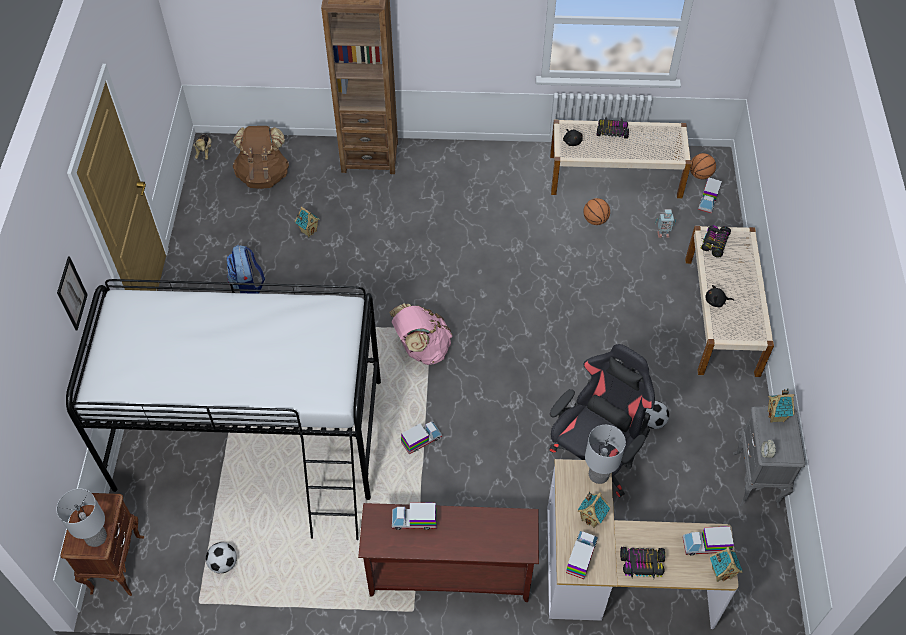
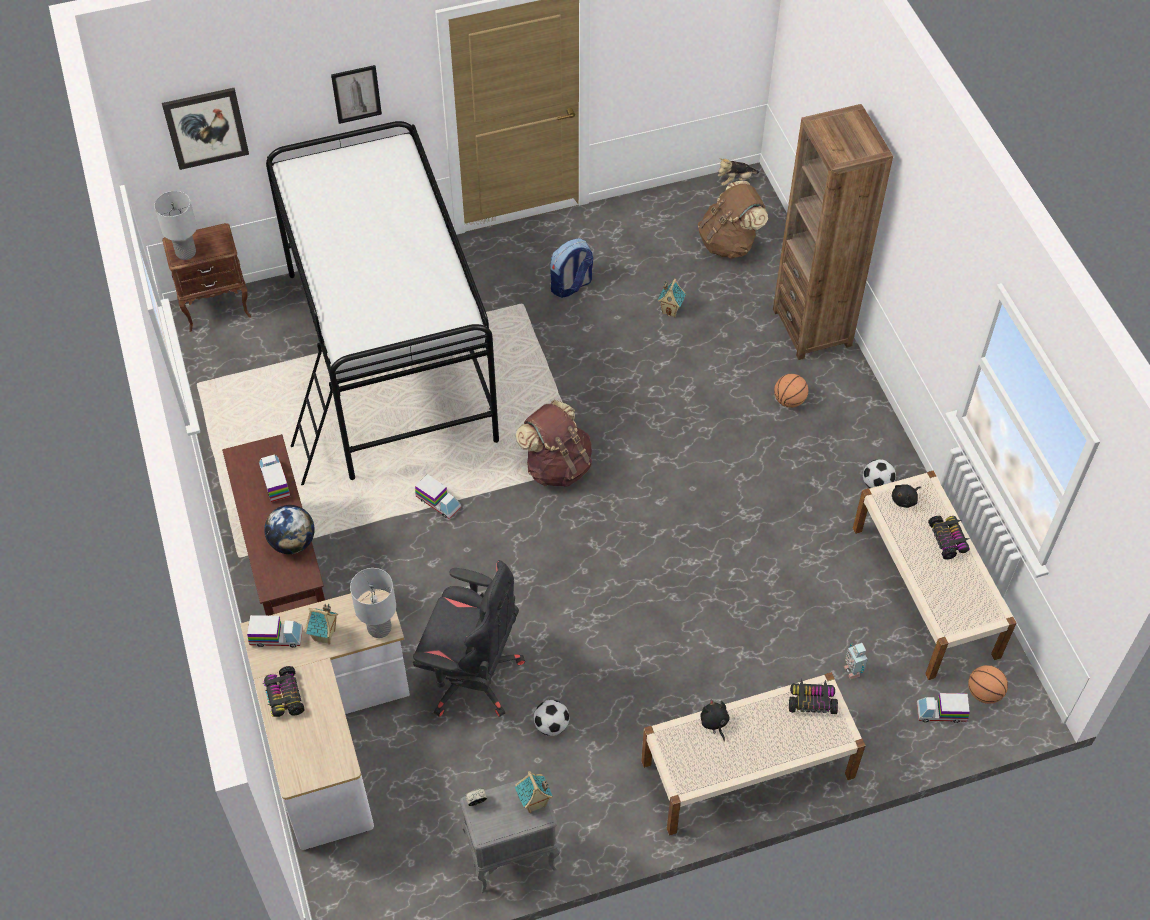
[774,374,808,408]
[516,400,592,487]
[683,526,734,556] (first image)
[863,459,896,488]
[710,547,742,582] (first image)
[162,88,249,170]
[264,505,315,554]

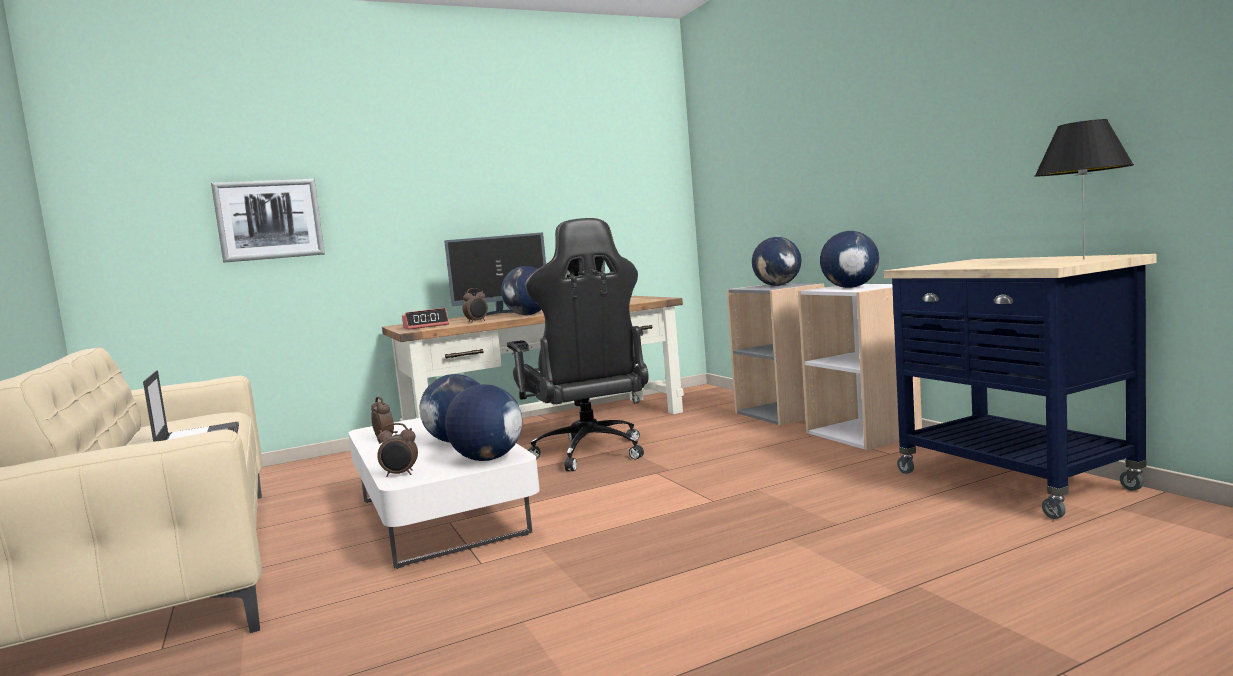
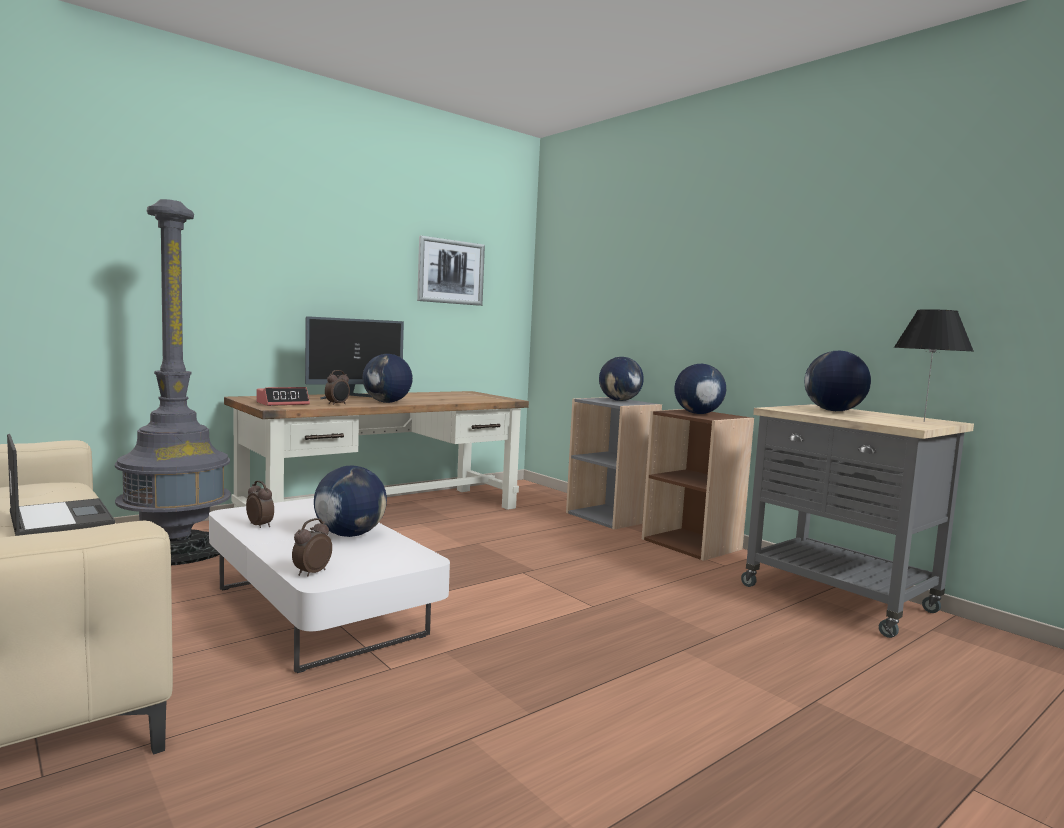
[417,236,485,306]
[507,218,649,471] (first image)
[741,404,974,638]
[642,409,754,561]
[804,351,871,411]
[292,518,332,576]
[115,199,231,565]

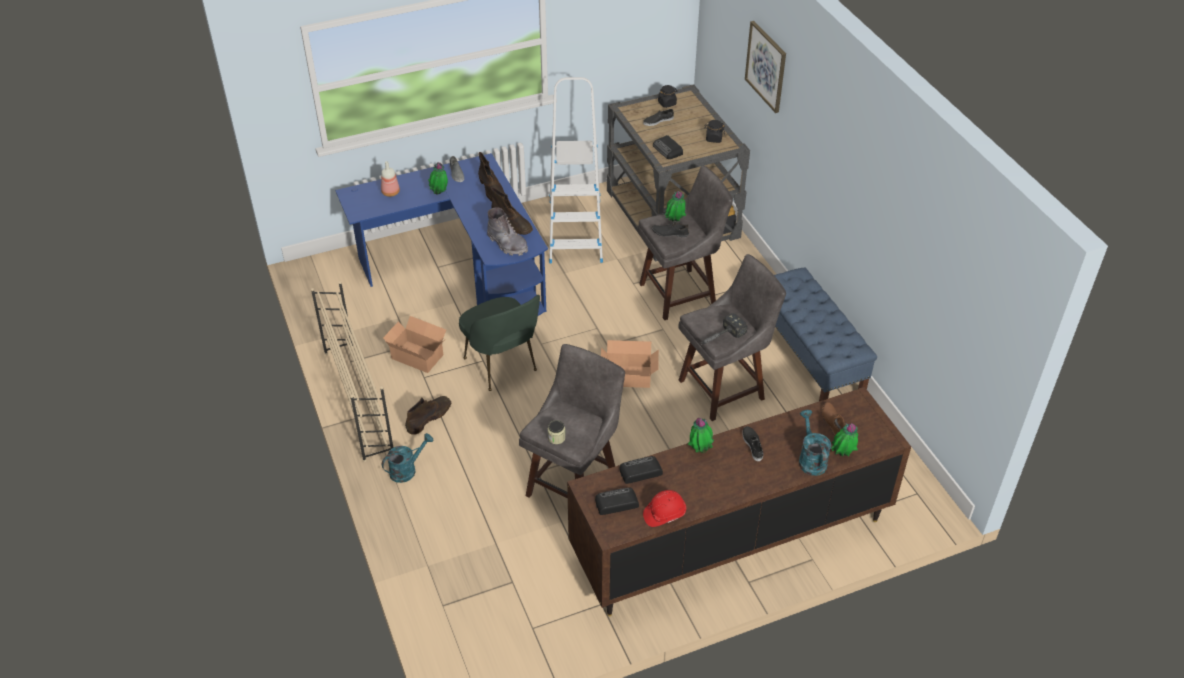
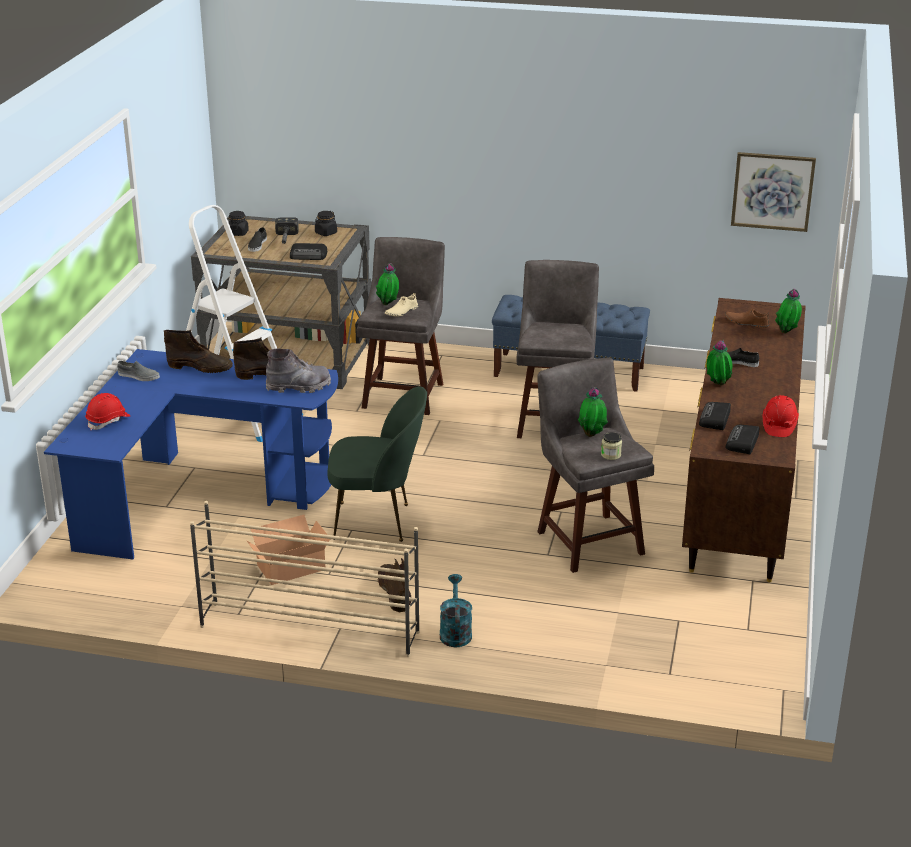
[731,152,816,232]
[85,393,130,431]
[578,387,608,437]
[384,293,418,317]
[275,217,299,244]
[601,340,659,388] (first image)
[799,410,831,476] (first image)

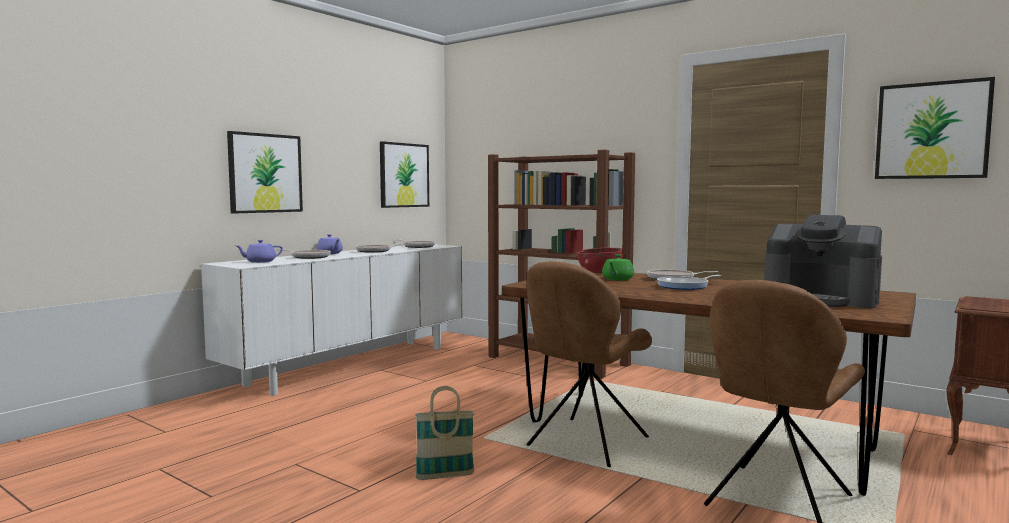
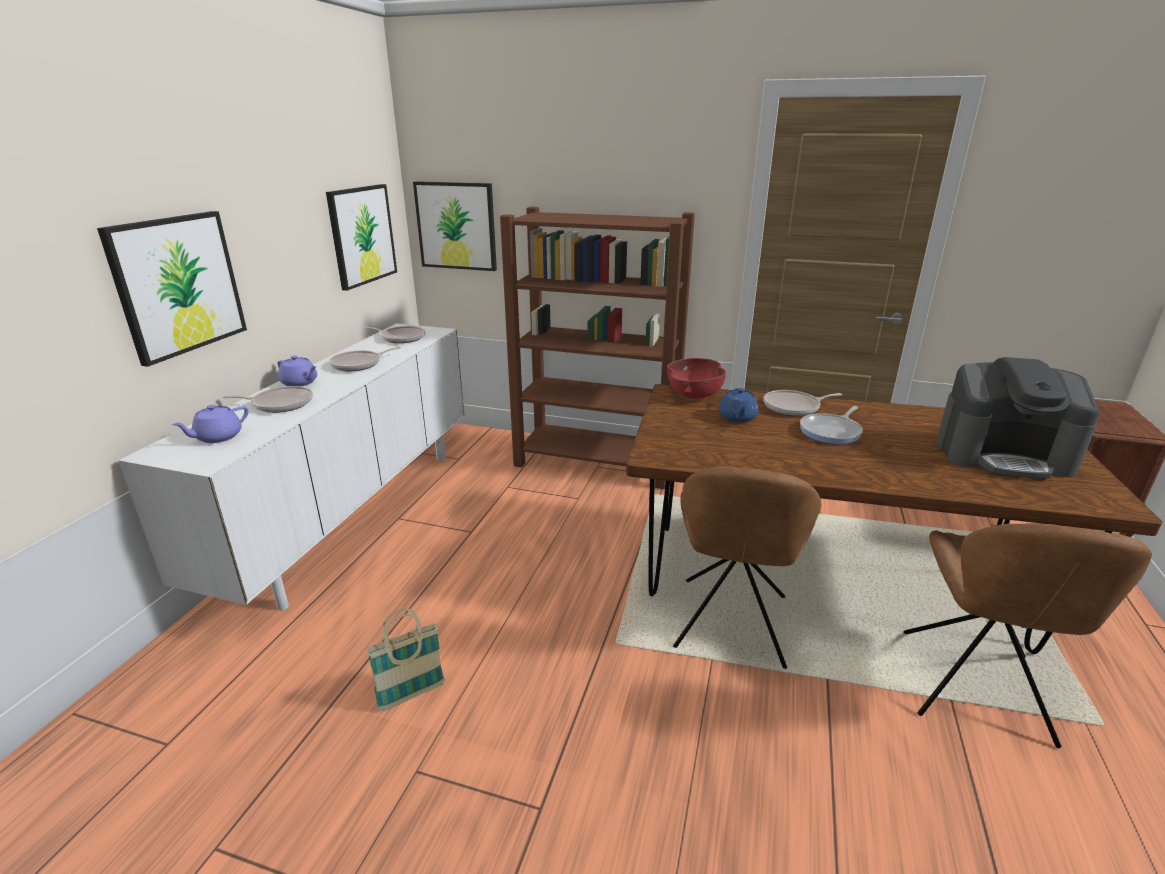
[413,181,497,271]
[719,388,759,423]
[367,609,445,711]

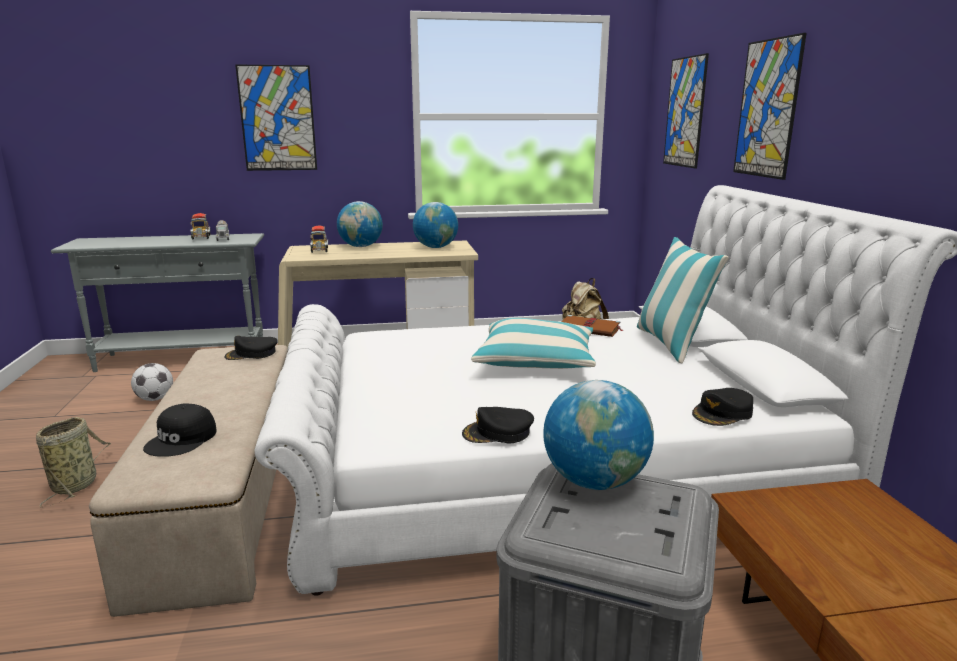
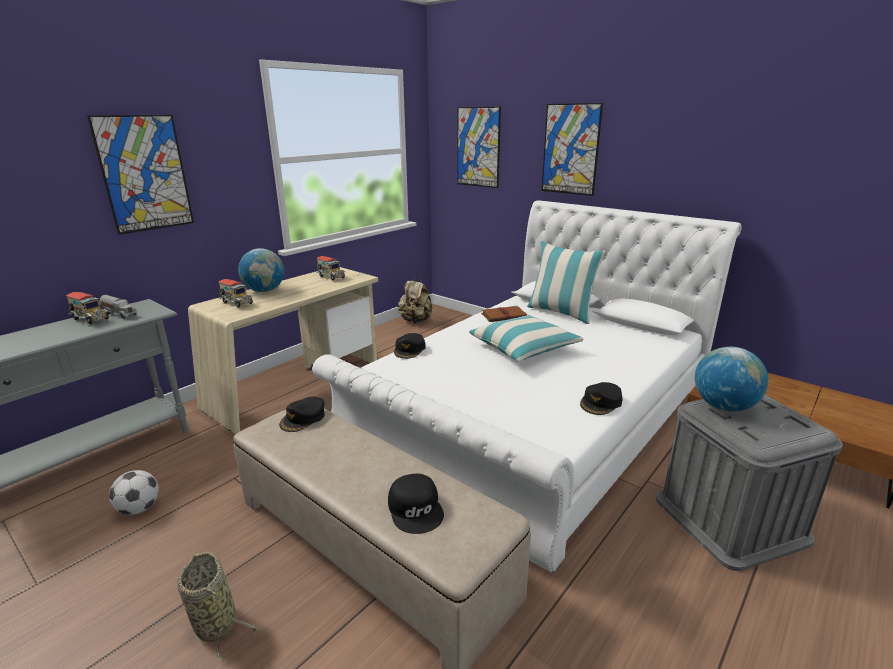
[316,256,345,281]
[394,333,426,359]

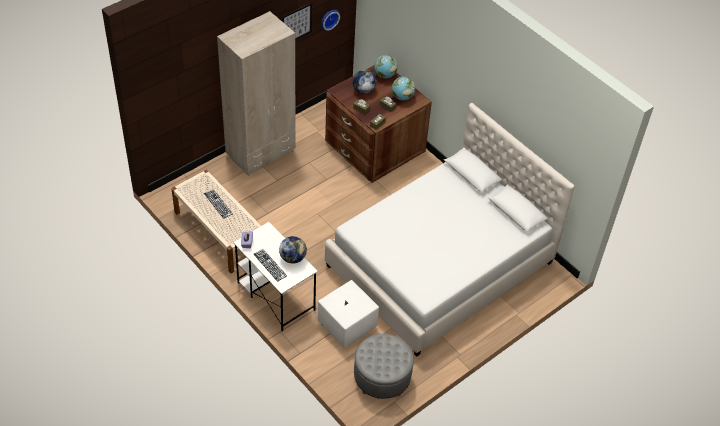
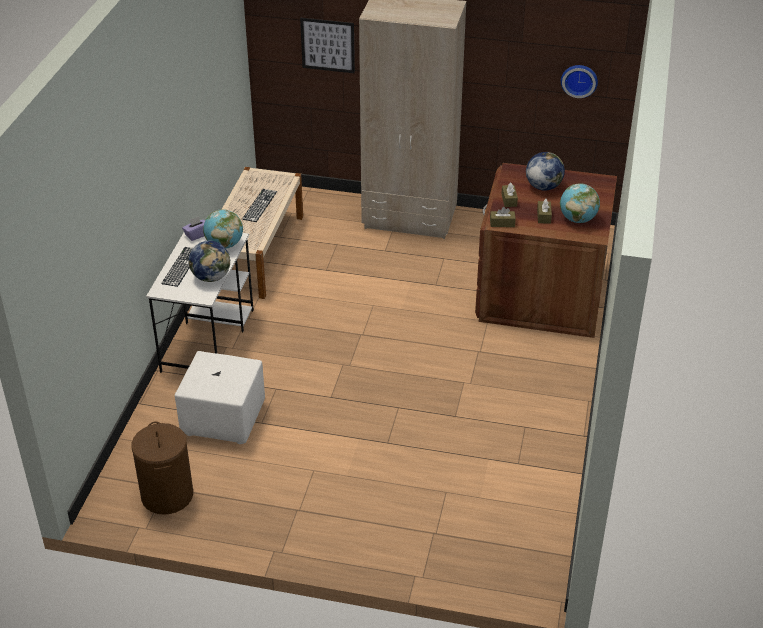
[300,18,355,73]
[203,209,243,249]
[325,103,575,356] (first image)
[131,422,193,515]

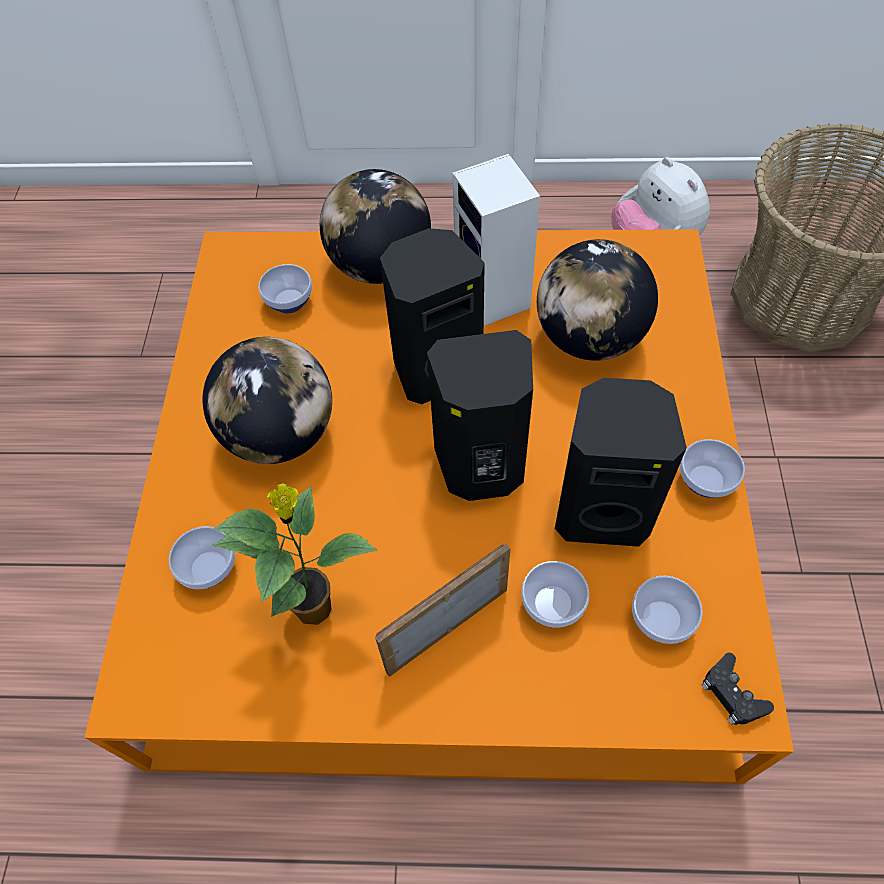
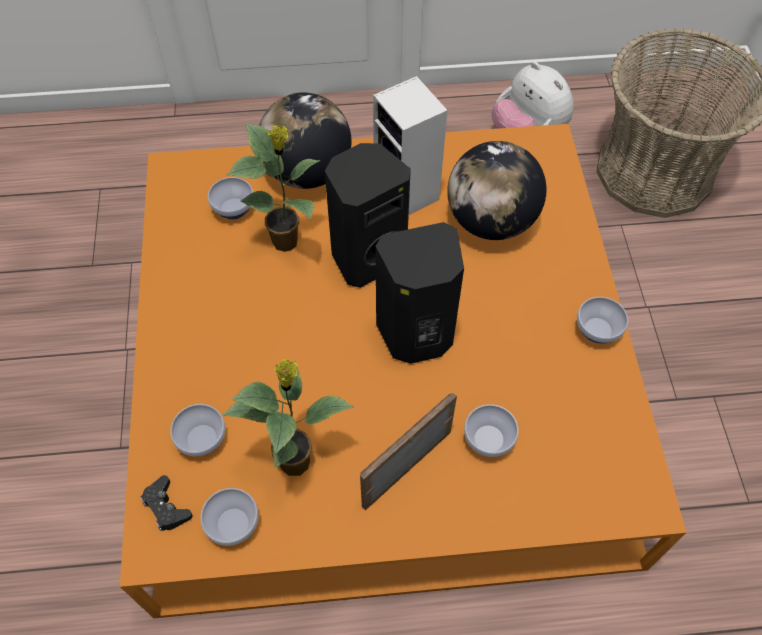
[203,337,332,464] (first image)
[555,378,687,547] (first image)
[200,488,259,546]
[141,475,192,531]
[227,122,321,252]

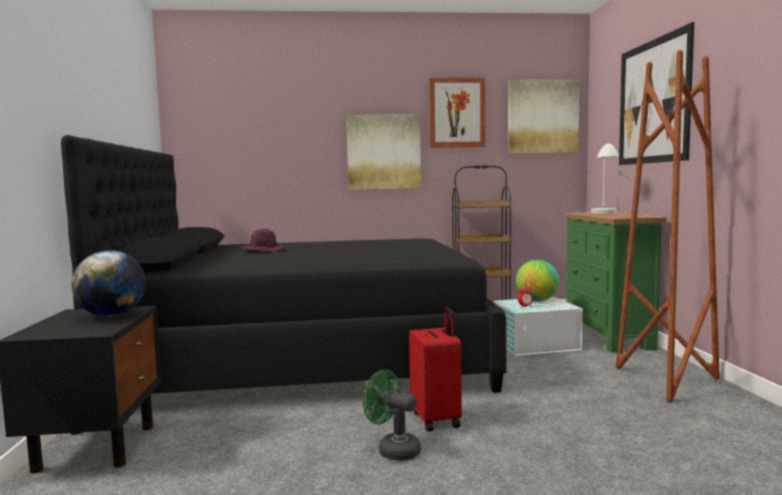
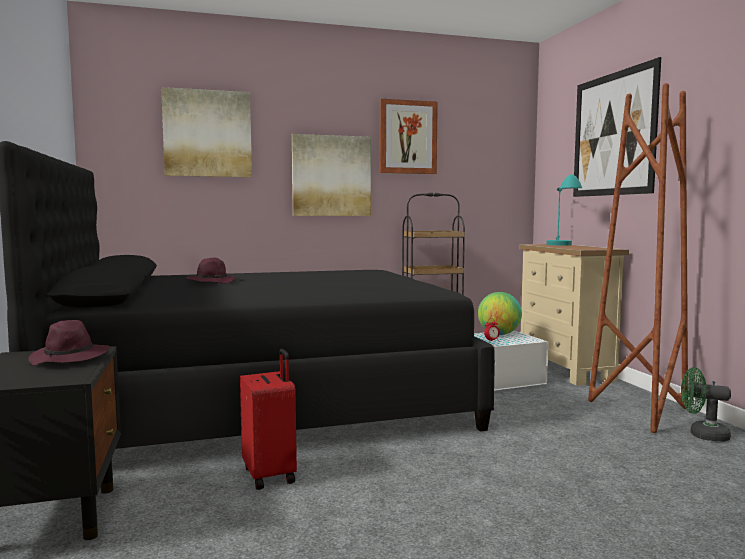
[161,87,252,177]
[547,174,582,245]
[519,244,629,386]
[28,320,110,365]
[240,349,297,490]
[681,367,731,442]

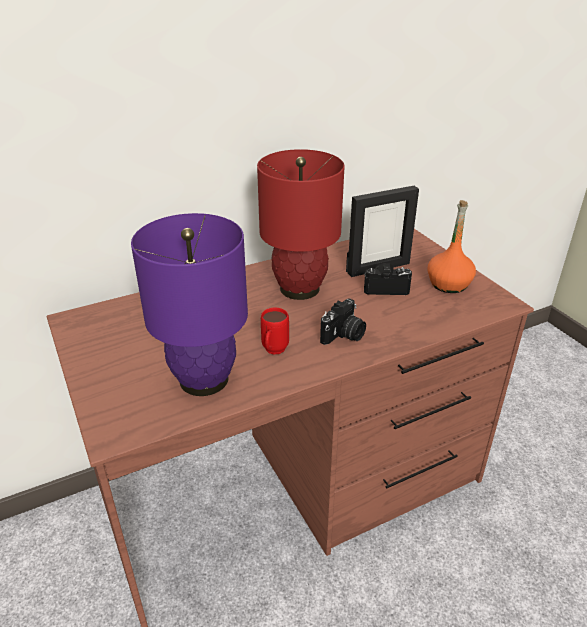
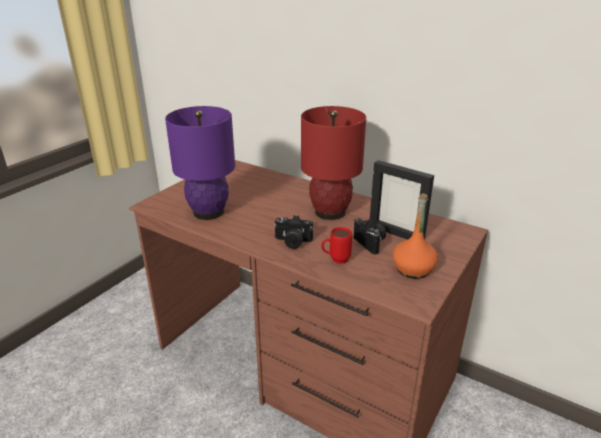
[321,227,352,264]

